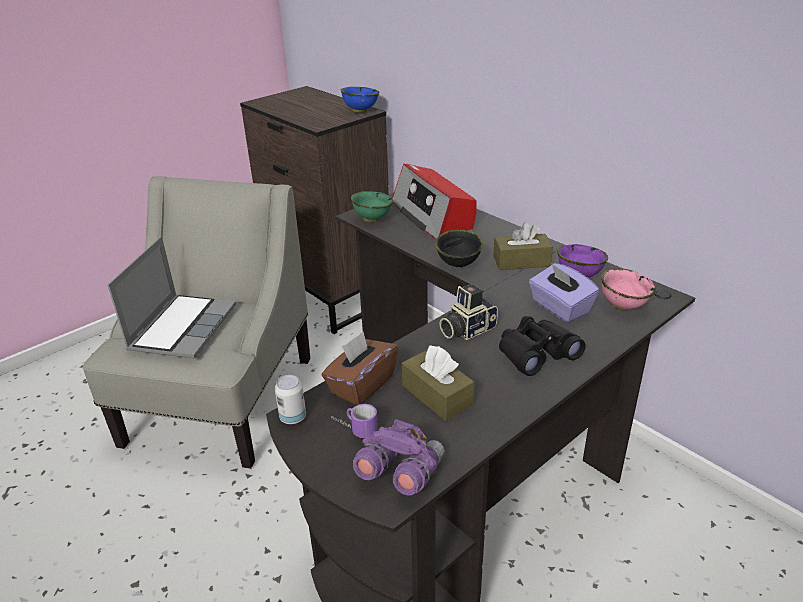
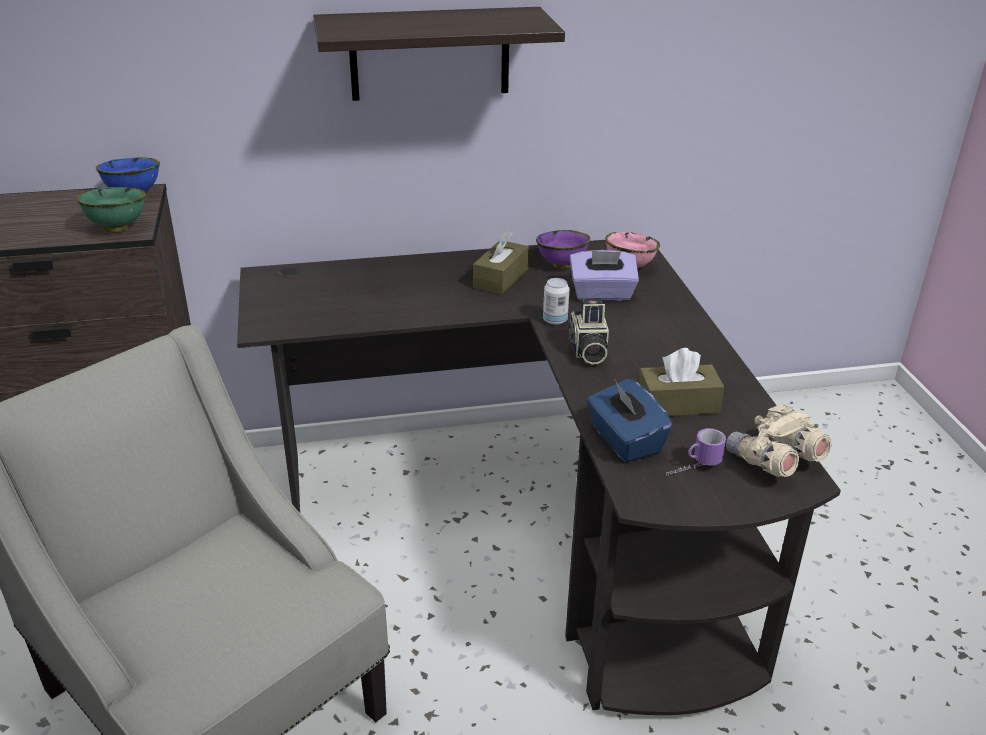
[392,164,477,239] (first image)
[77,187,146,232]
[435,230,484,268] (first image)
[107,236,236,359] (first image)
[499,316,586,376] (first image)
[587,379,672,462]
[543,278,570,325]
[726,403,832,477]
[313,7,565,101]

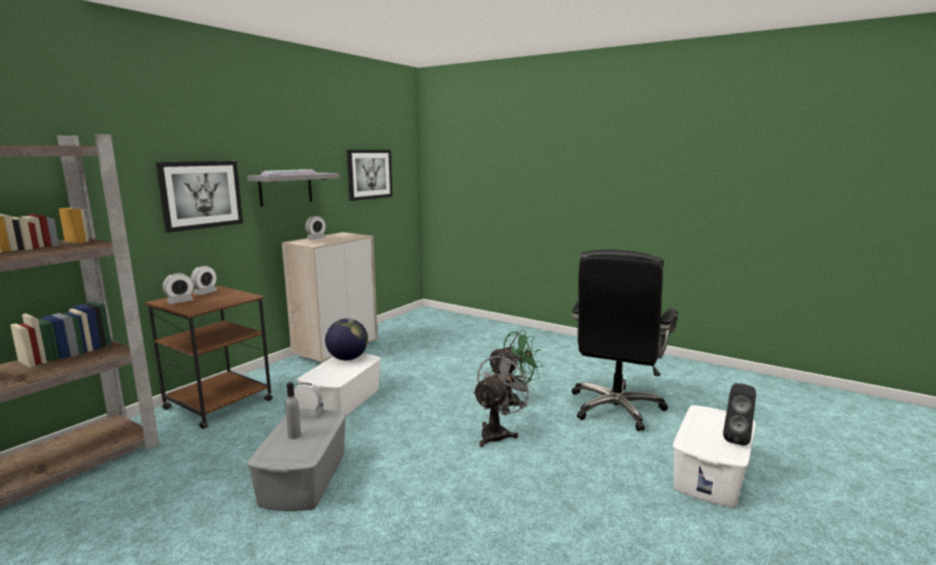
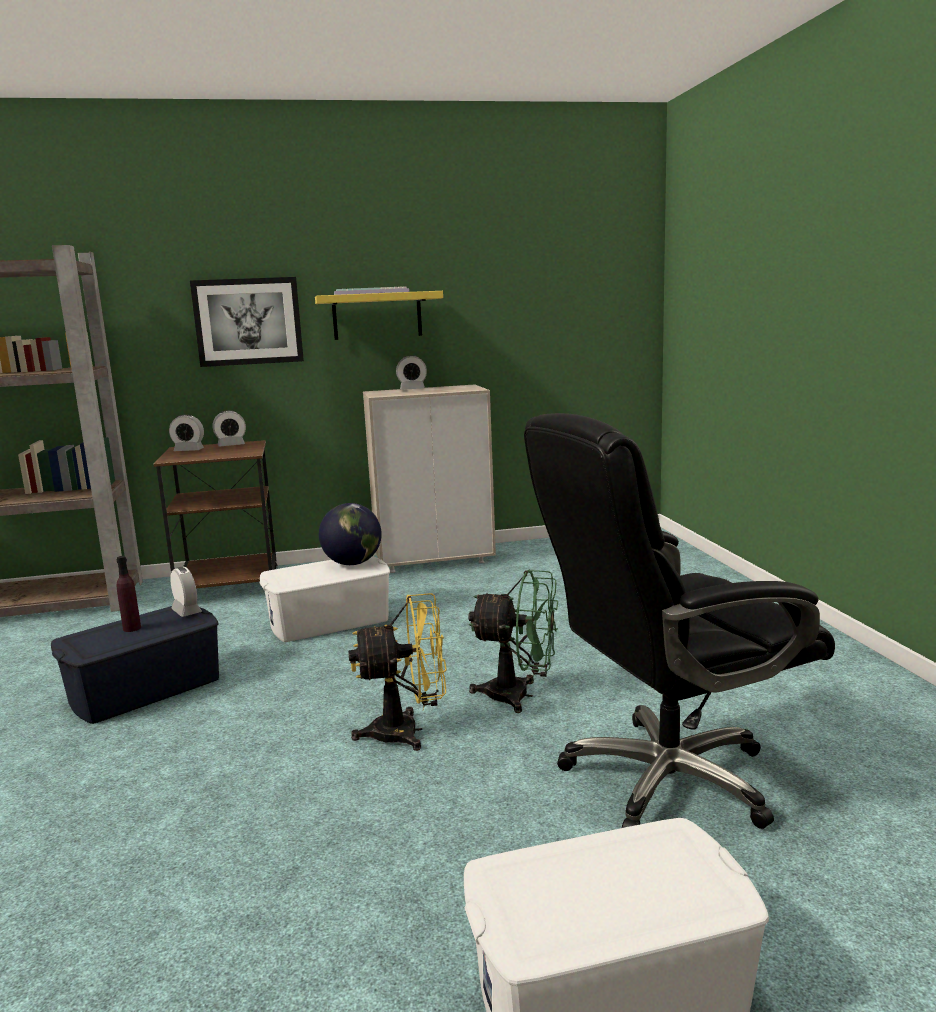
[347,150,393,201] (first image)
[315,291,443,340]
[348,593,447,751]
[117,556,141,632]
[723,383,756,446] (first image)
[51,606,219,724]

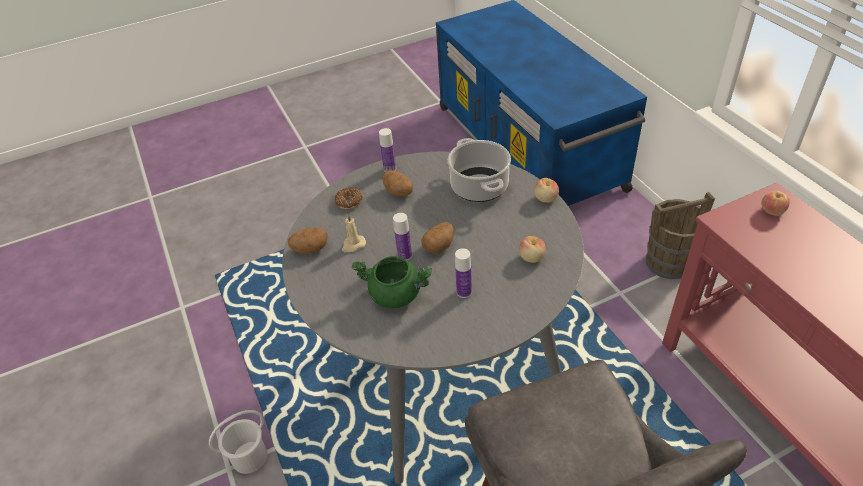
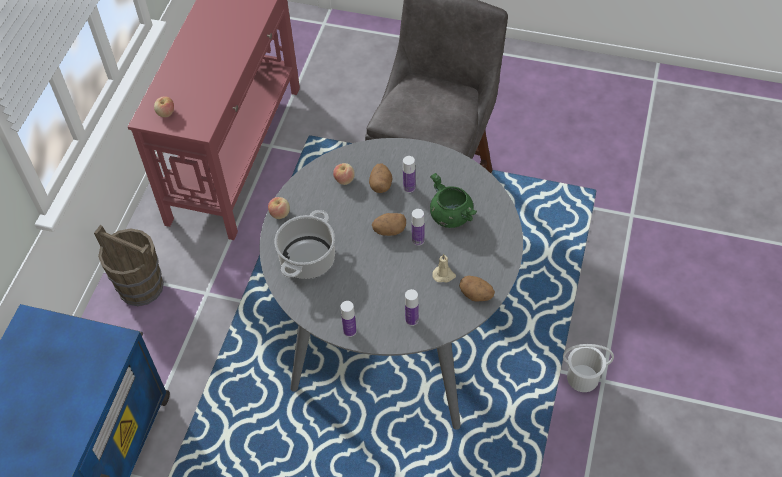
[369,163,392,193]
[405,289,419,326]

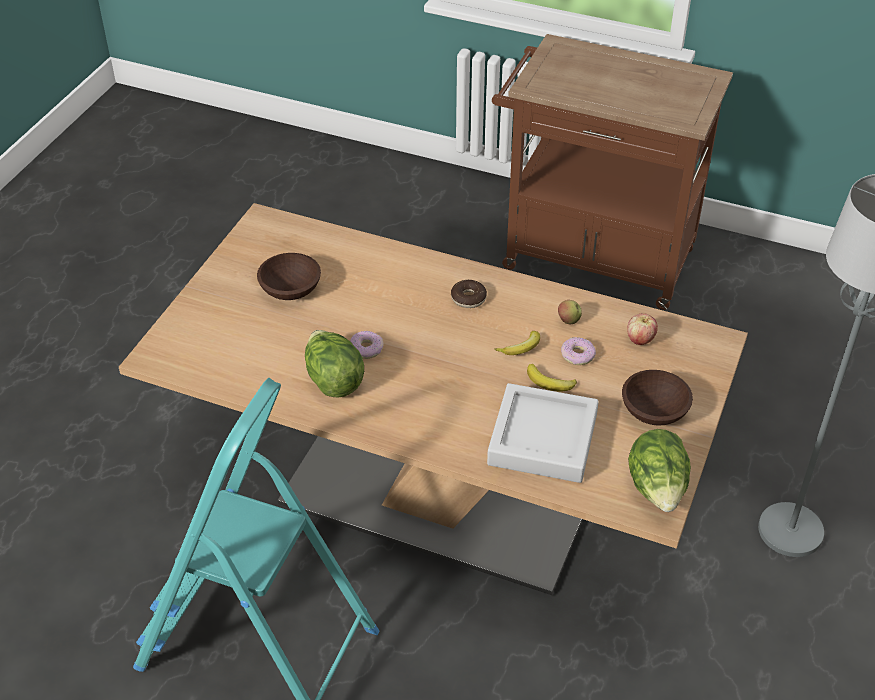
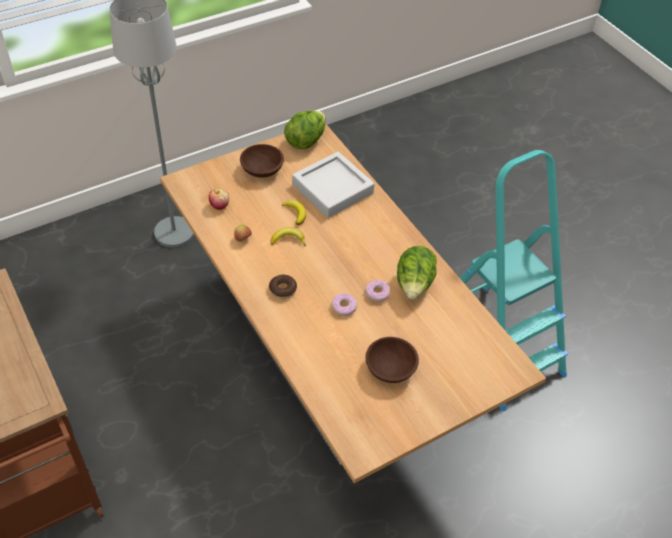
[332,293,357,316]

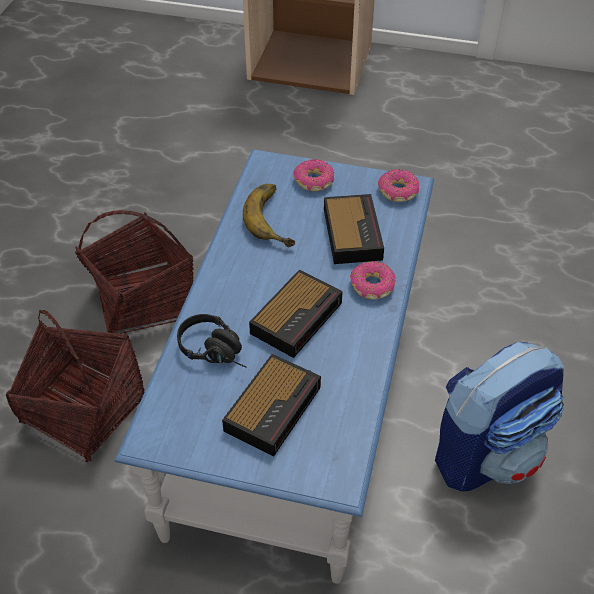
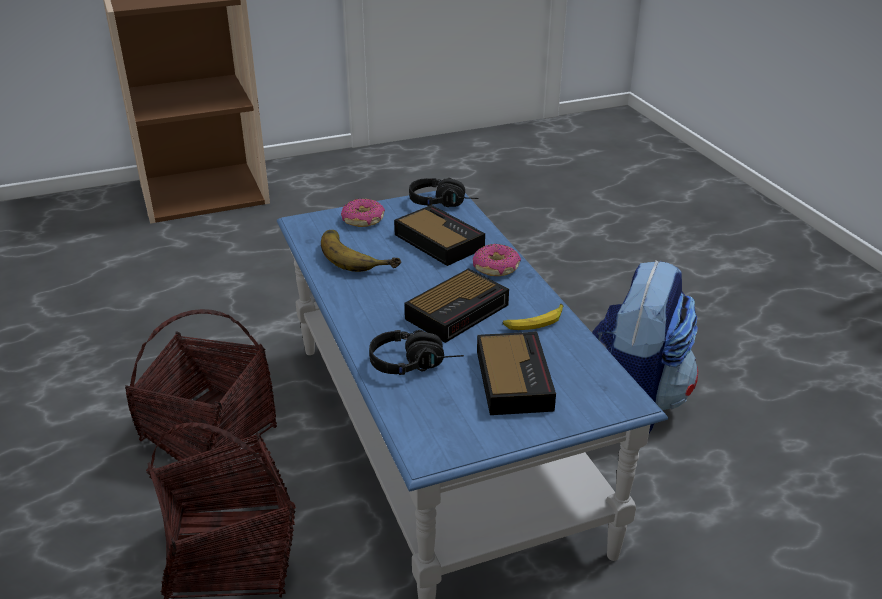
[409,178,478,207]
[405,268,509,343]
[503,304,563,330]

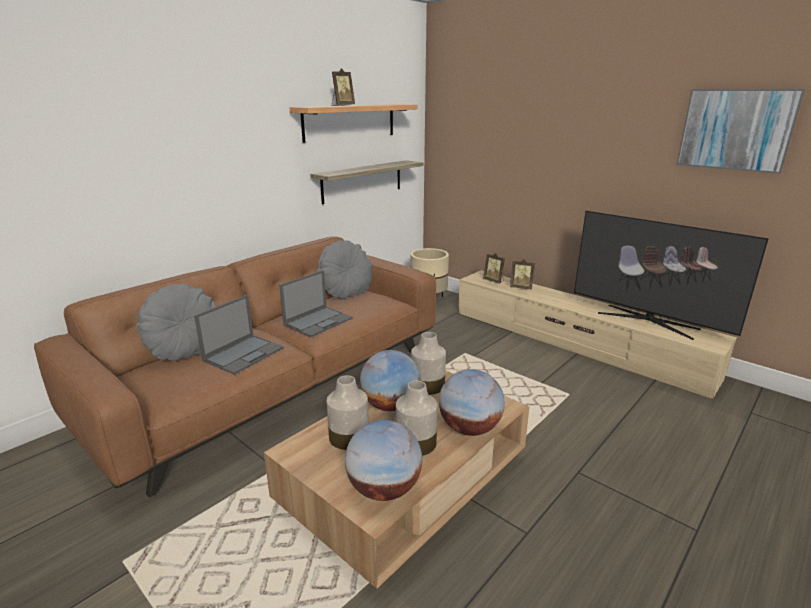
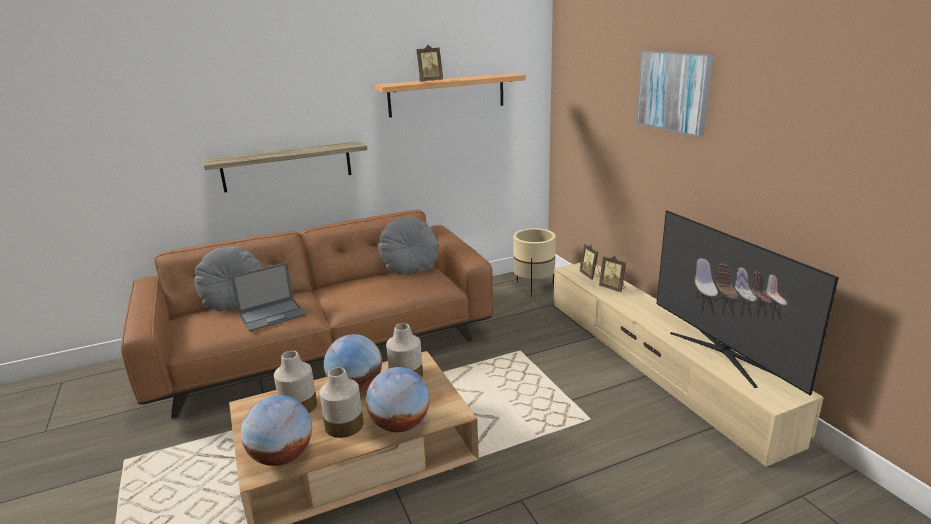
[636,50,714,137]
[203,141,367,193]
[279,270,353,337] (first image)

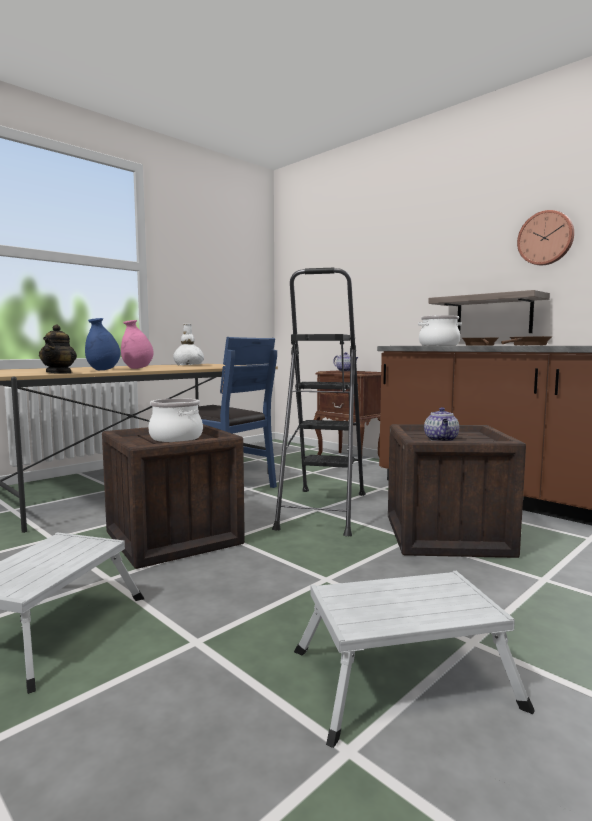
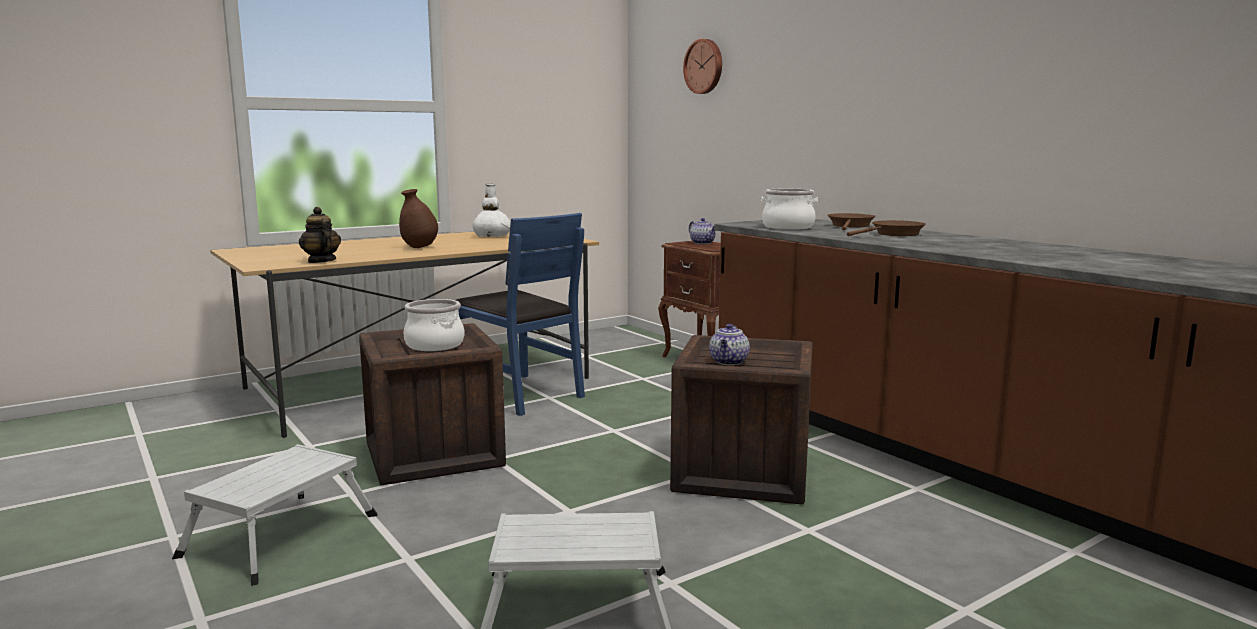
[683,39,722,94]
[272,268,366,537] (first image)
[428,290,550,333] (first image)
[85,318,121,370] (first image)
[399,189,438,248]
[299,207,341,263]

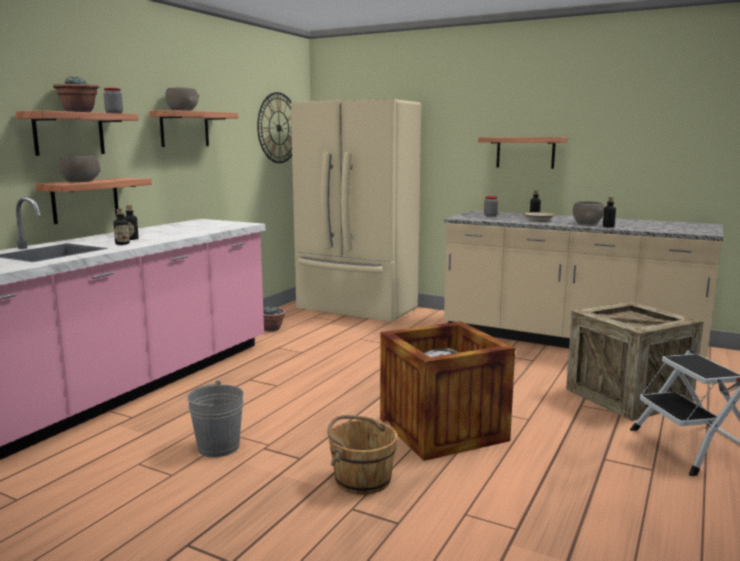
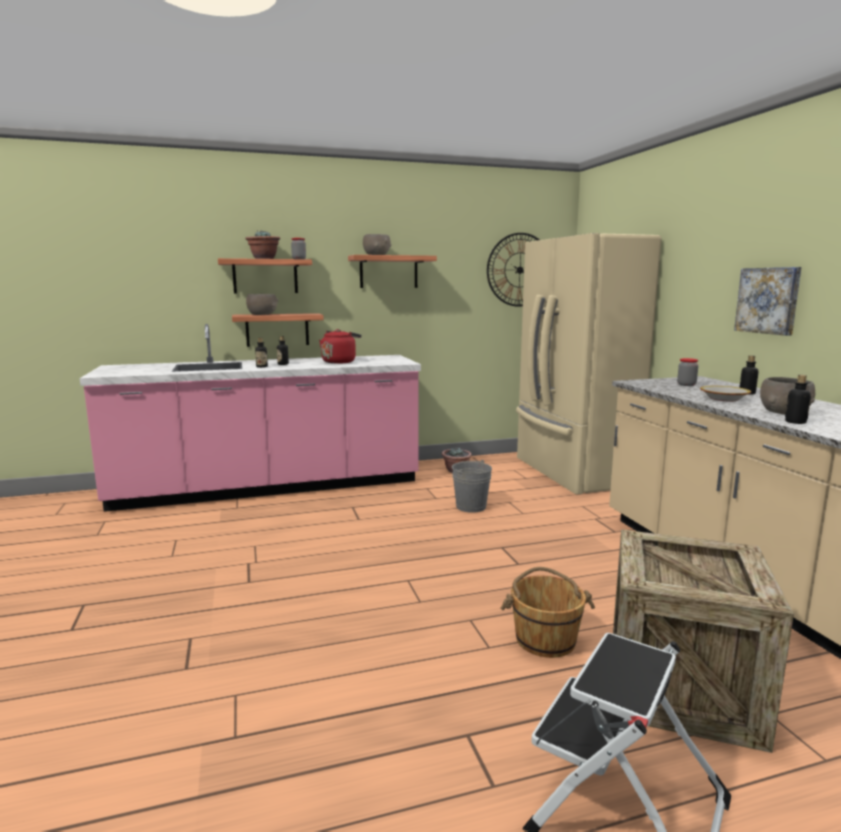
[734,267,802,336]
[380,321,515,461] (first image)
[452,460,492,513]
[500,567,595,658]
[319,329,362,364]

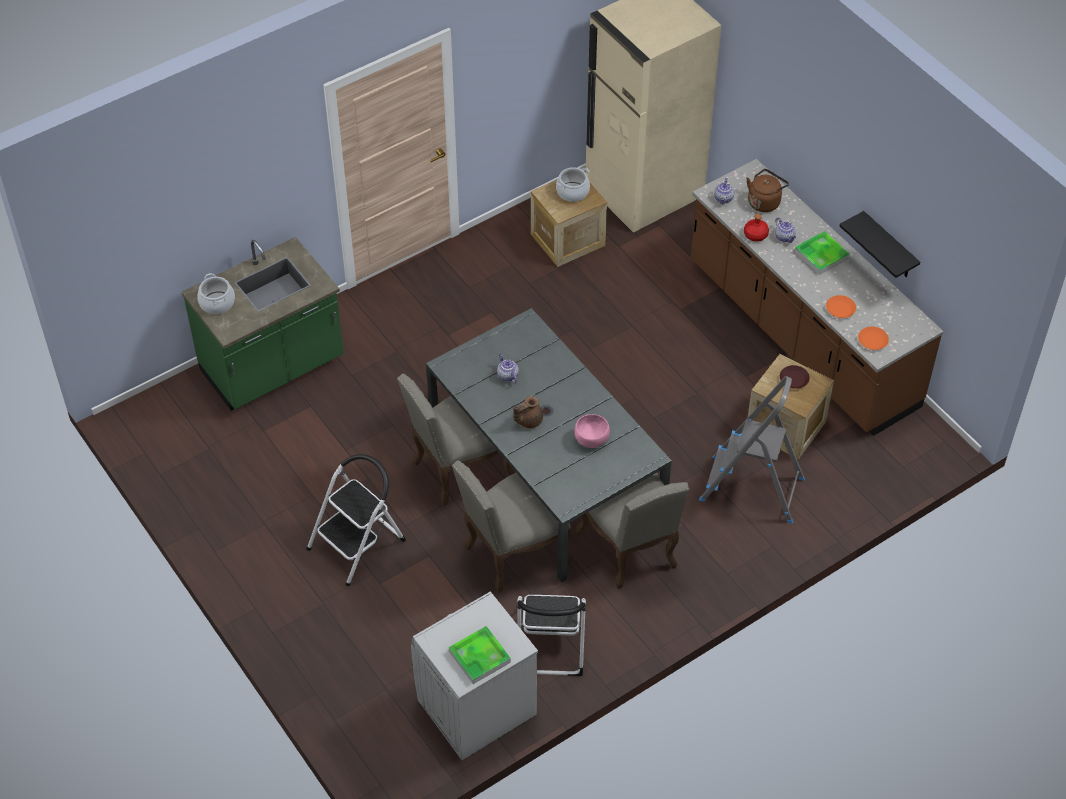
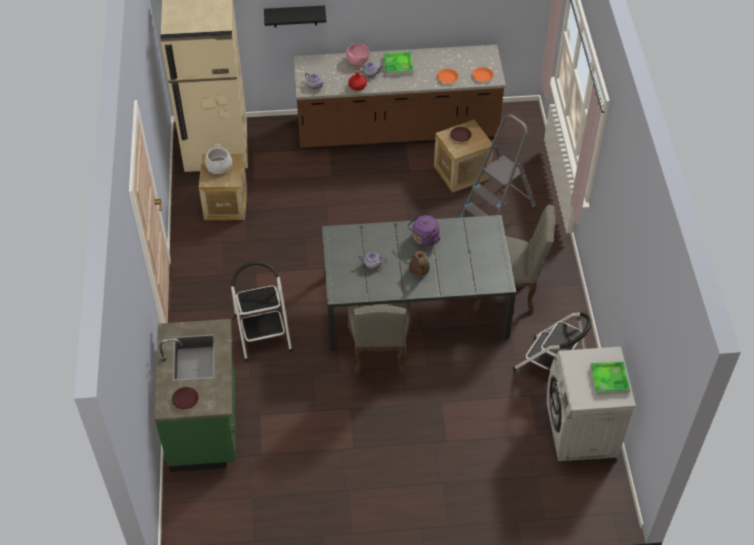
[746,169,789,212] (first image)
[264,5,327,27]
[172,387,199,409]
[346,43,370,65]
[231,261,292,361]
[452,460,572,593] (first image)
[407,215,441,246]

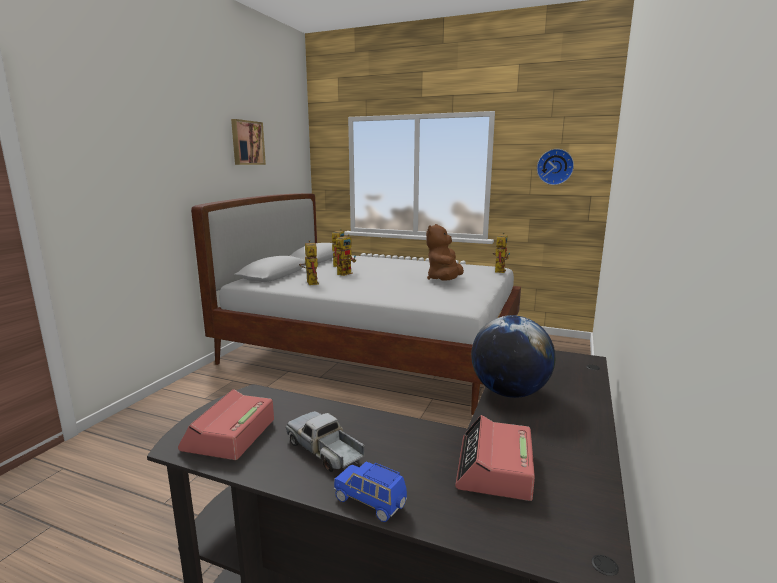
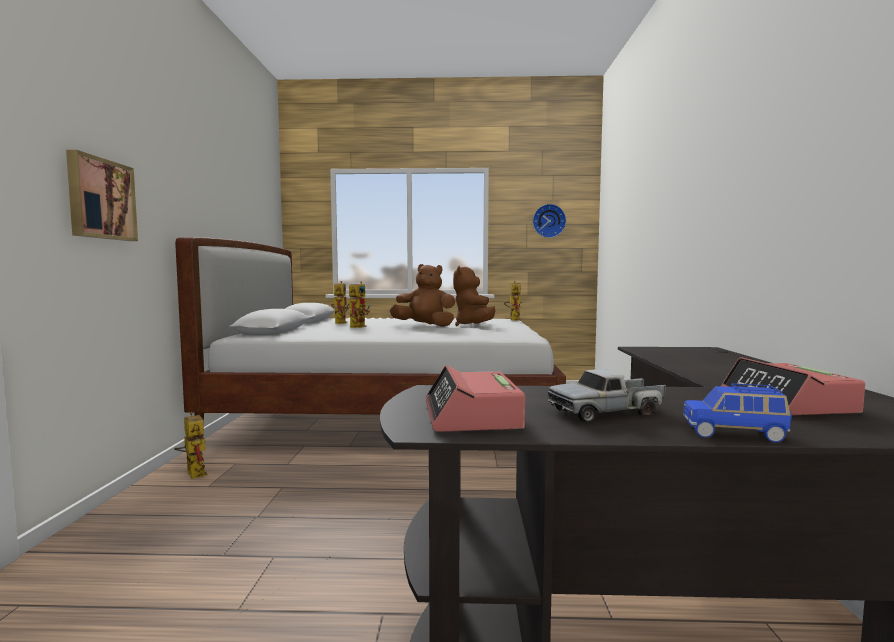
[66,150,138,241]
[174,412,207,479]
[471,315,555,398] (first image)
[548,369,666,423]
[390,264,456,327]

